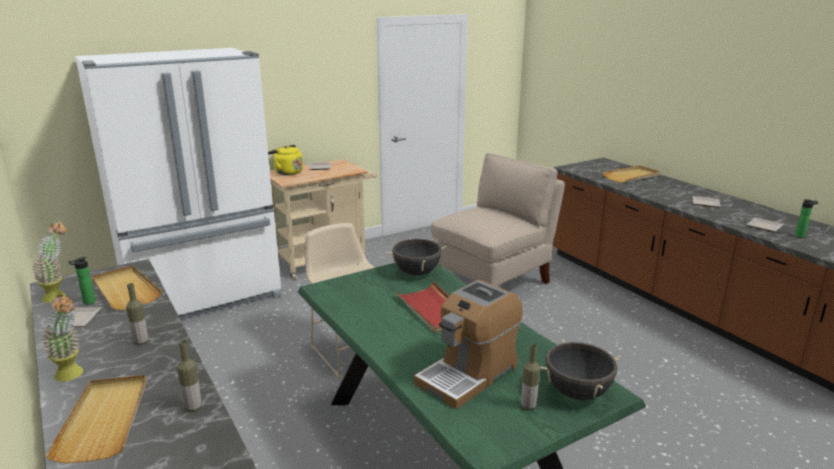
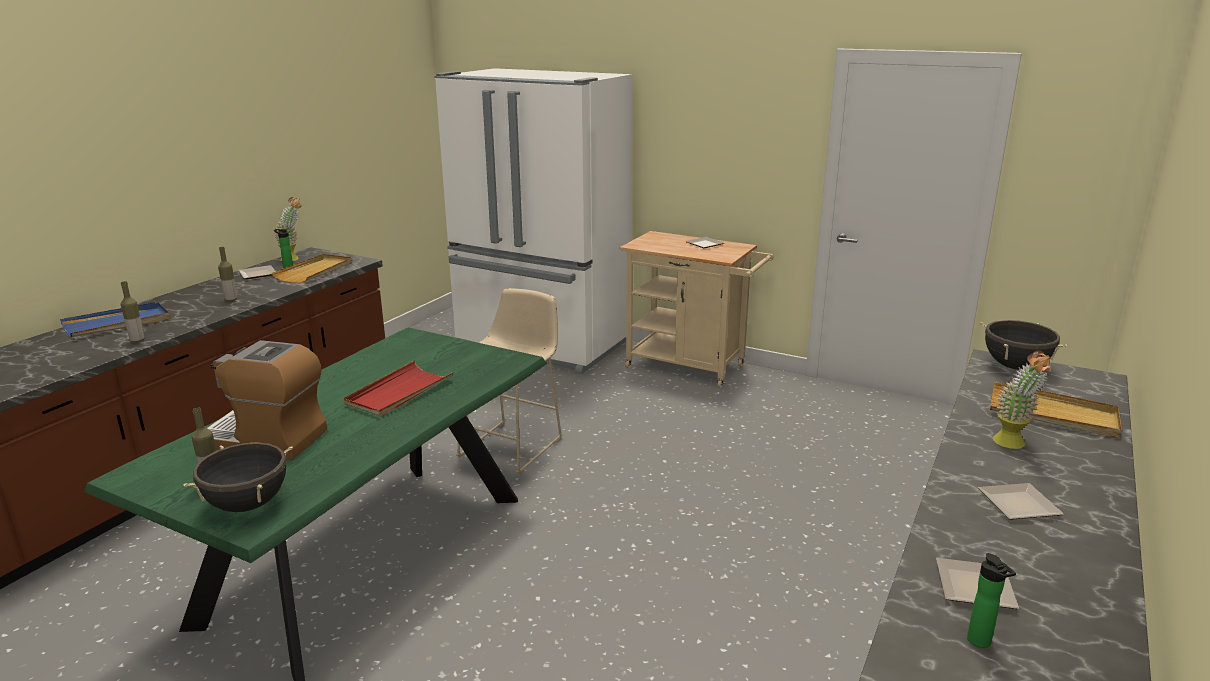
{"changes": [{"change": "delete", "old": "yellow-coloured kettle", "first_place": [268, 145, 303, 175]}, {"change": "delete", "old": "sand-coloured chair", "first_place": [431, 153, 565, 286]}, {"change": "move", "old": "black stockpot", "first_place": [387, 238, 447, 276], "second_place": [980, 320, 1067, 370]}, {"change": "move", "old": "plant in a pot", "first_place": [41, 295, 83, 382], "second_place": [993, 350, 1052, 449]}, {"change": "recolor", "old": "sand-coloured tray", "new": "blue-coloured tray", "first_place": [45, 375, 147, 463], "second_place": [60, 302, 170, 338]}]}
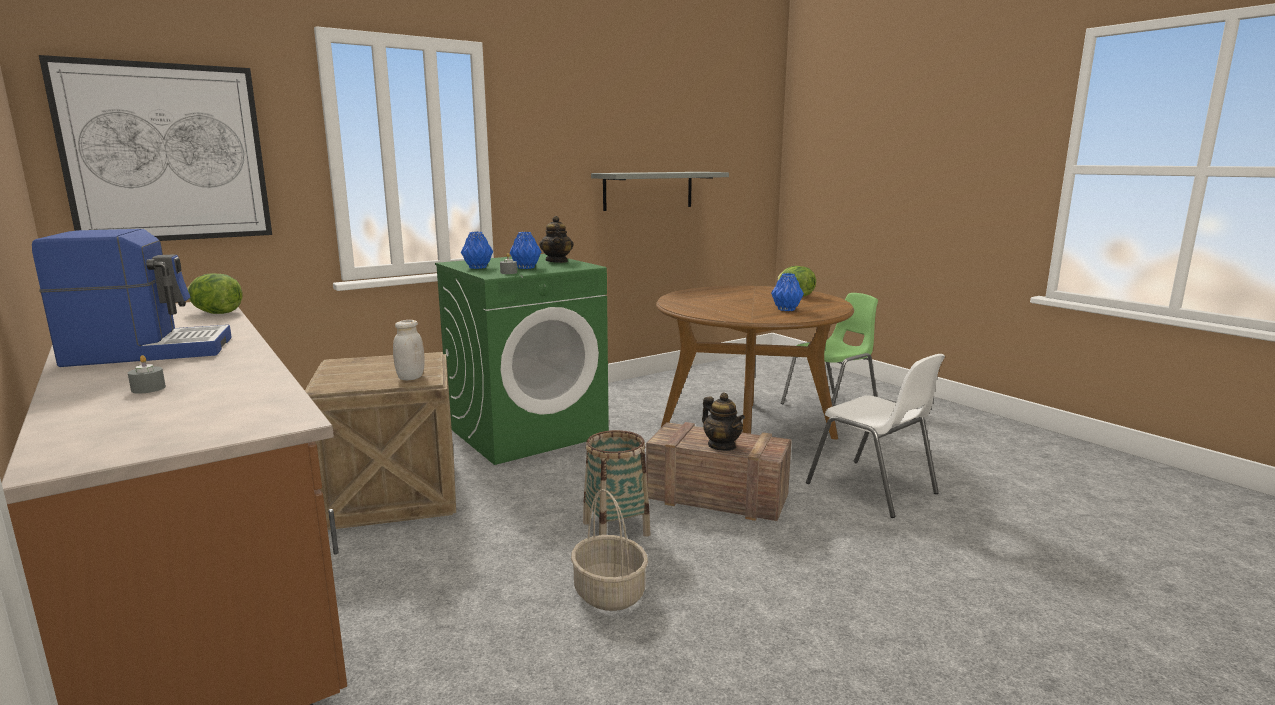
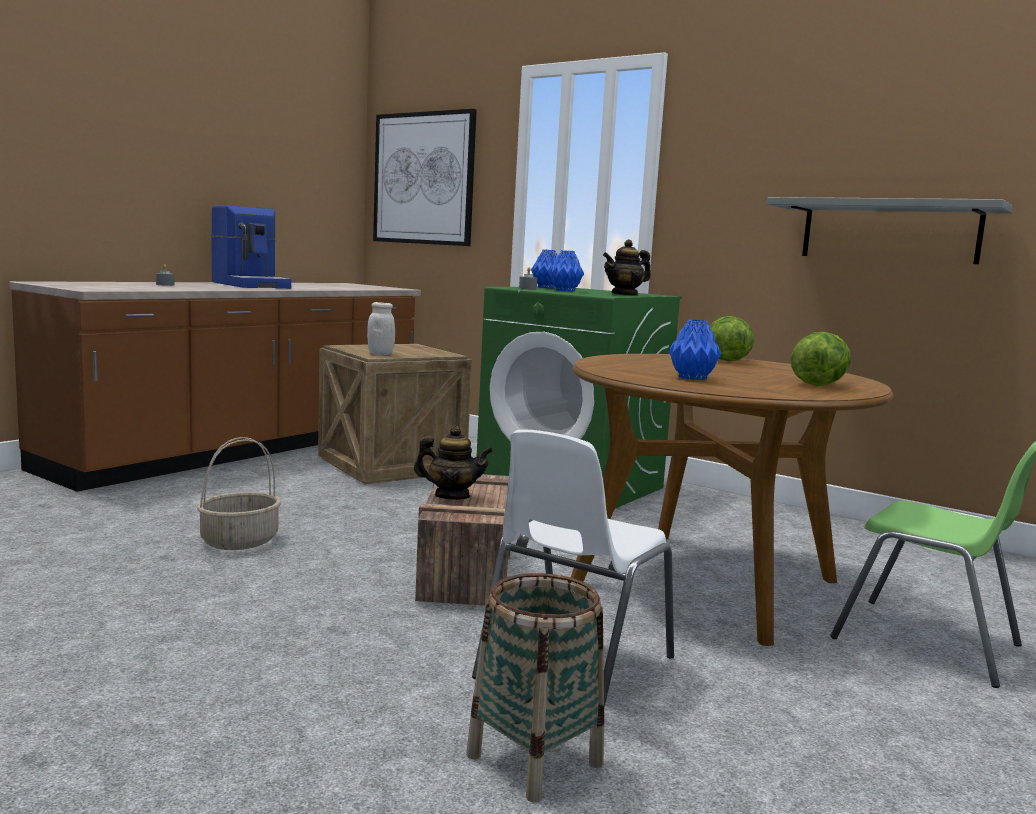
{"changes": [{"change": "move", "old": "lettuce", "first_place": [187, 273, 243, 314], "second_place": [710, 316, 754, 361]}, {"change": "rotate", "old": "pot for tea", "first_place": [702, 393, 745, 451], "second_place": [414, 426, 493, 500], "degrees": -120}, {"change": "move", "old": "basket", "first_place": [583, 430, 651, 537], "second_place": [466, 573, 604, 802]}]}
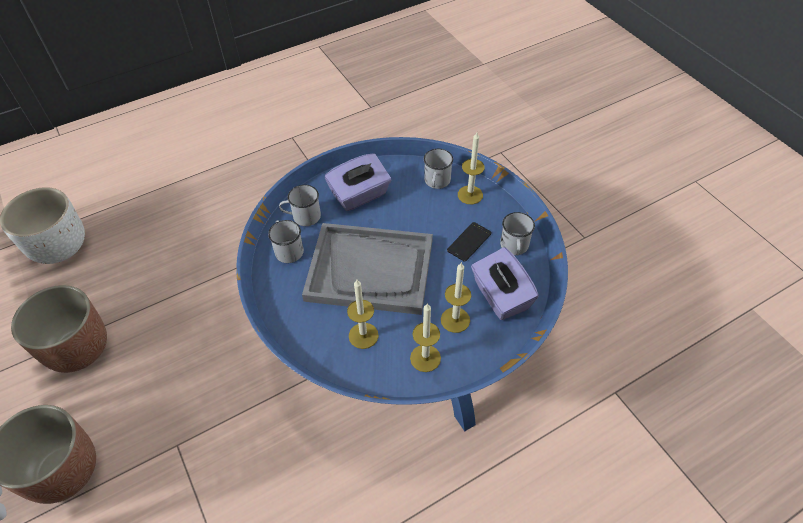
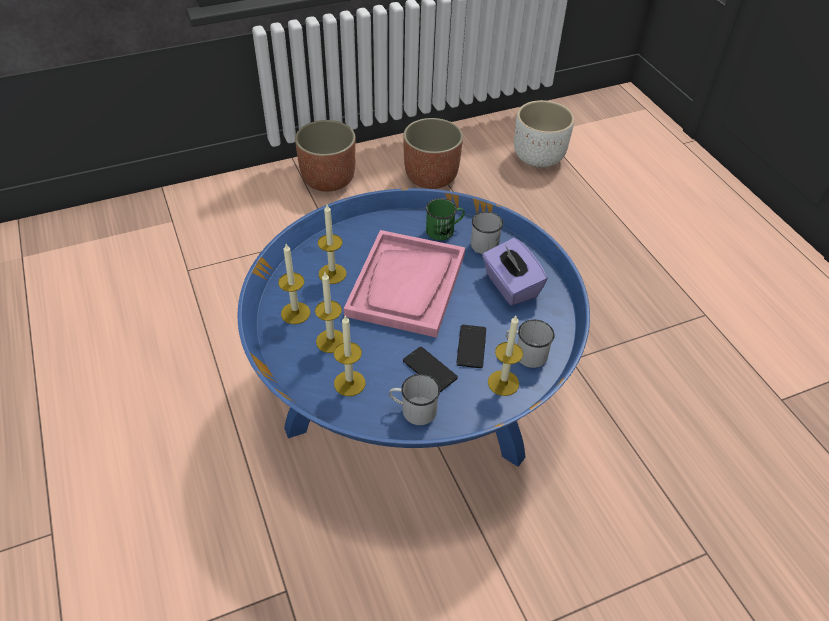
{"changes": [{"change": "recolor", "old": "white-coloured tea mug", "new": "green tea mug", "first_place": [268, 220, 304, 263], "second_place": [426, 198, 465, 240]}, {"change": "recolor", "old": "gray tray", "new": "pink-coloured tray", "first_place": [302, 223, 433, 315], "second_place": [344, 230, 465, 338]}, {"change": "replace", "old": "purple-coloured box of tissues", "new": "wax candle", "first_place": [471, 247, 539, 320], "second_place": [334, 315, 366, 396]}, {"change": "insert", "new": "telephone", "second_place": [456, 325, 486, 368]}]}
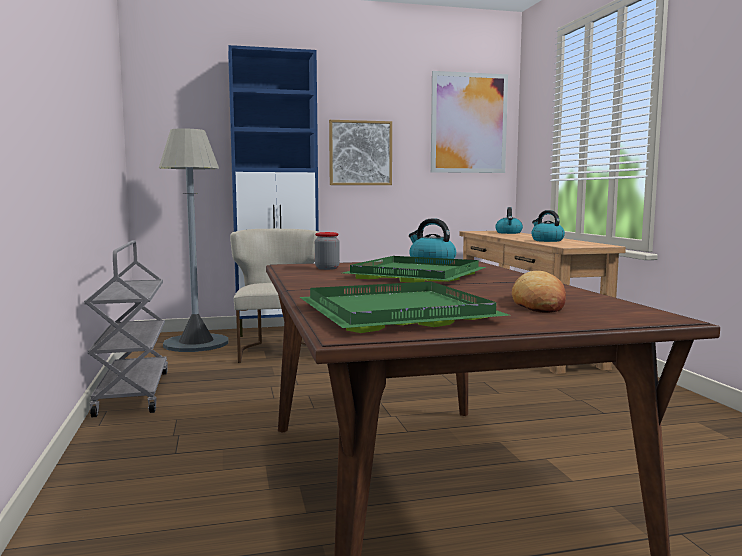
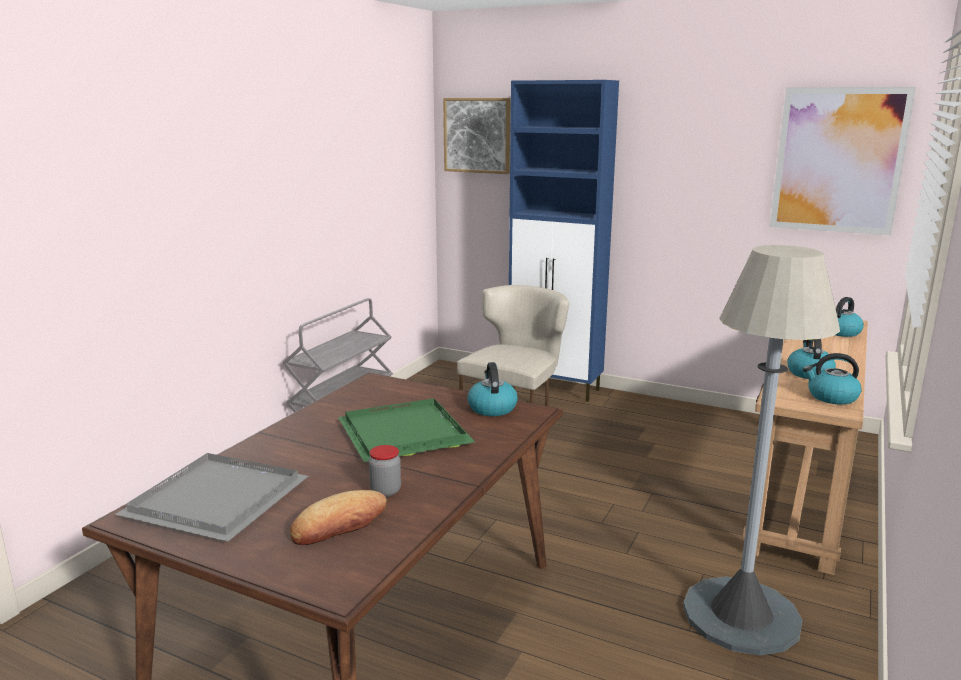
{"changes": [{"change": "move", "old": "picture", "first_place": [329, 120, 392, 185], "second_place": [443, 98, 511, 174]}, {"change": "move", "old": "gray floor lamp", "first_place": [159, 128, 228, 352], "second_place": [683, 245, 840, 656]}, {"change": "move", "old": "preserve jar", "first_place": [315, 232, 340, 270], "second_place": [369, 445, 401, 497]}, {"change": "recolor", "old": "green tray", "new": "gray tray", "first_place": [300, 282, 510, 333], "second_place": [115, 453, 308, 541]}, {"change": "insert", "new": "kettle", "second_place": [803, 353, 861, 405]}]}
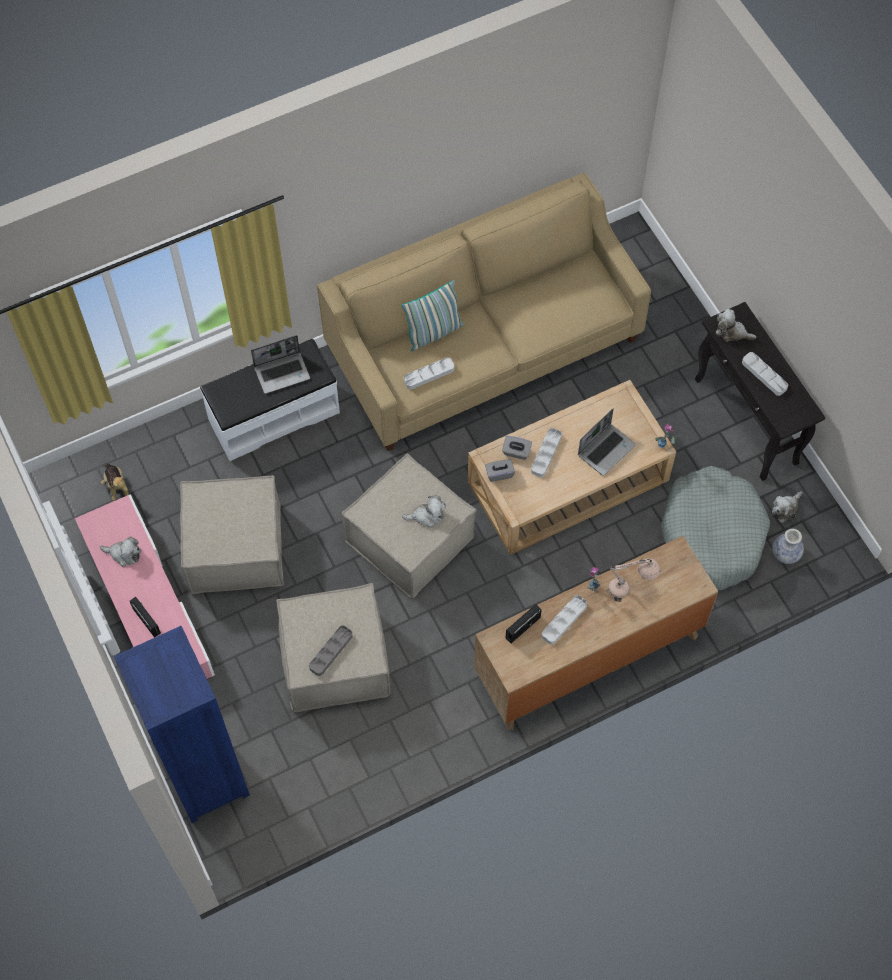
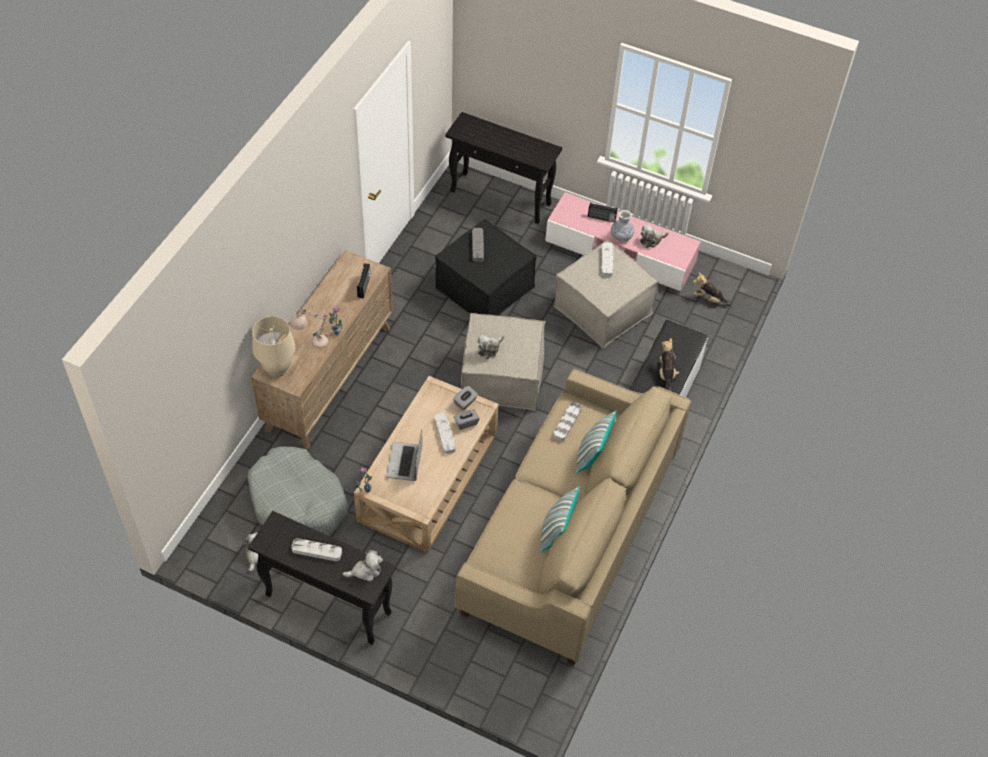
{"changes": [{"change": "replace", "old": "portable computer", "new": "plush toy", "first_place": [251, 335, 310, 394], "second_place": [659, 338, 679, 391]}, {"change": "move", "old": "flower vase", "first_place": [772, 529, 804, 564], "second_place": [611, 210, 634, 241]}, {"change": "recolor", "old": "sand-coloured ottoman", "new": "black ottoman", "first_place": [276, 583, 390, 712], "second_place": [435, 219, 537, 316]}, {"change": "move", "old": "gray tray", "first_place": [542, 595, 587, 645], "second_place": [601, 242, 613, 277]}, {"change": "replace", "old": "blue-coloured bookshelf", "new": "black console table", "first_place": [114, 626, 250, 823], "second_place": [445, 112, 562, 224]}, {"change": "insert", "new": "sand-coloured lamp for a table", "second_place": [252, 316, 295, 377]}, {"change": "insert", "new": "cushion", "second_place": [540, 486, 580, 553]}]}
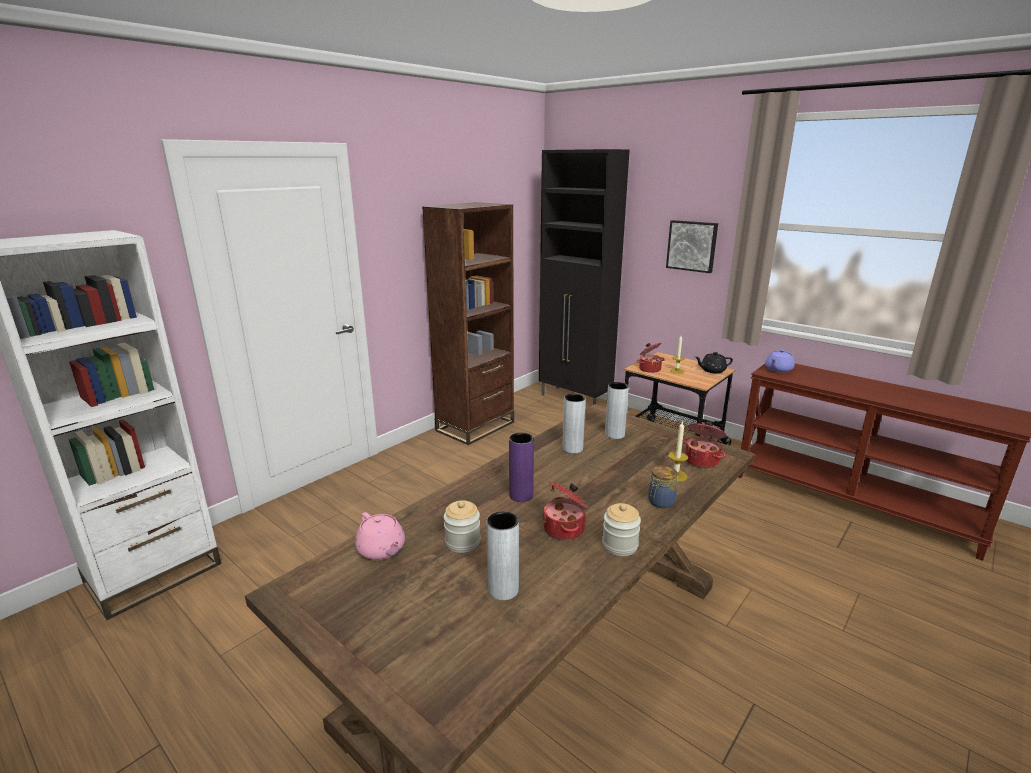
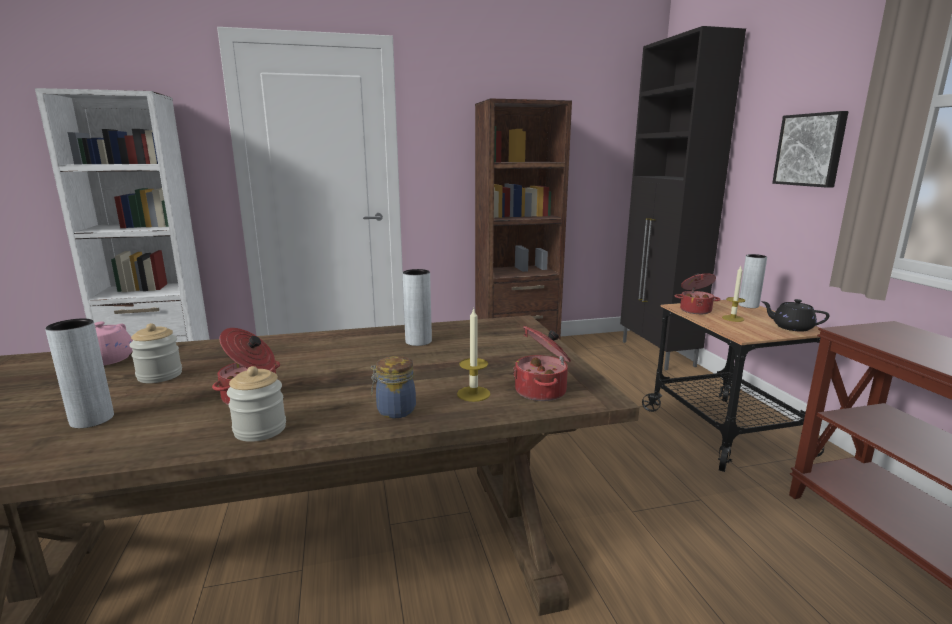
{"changes": [{"change": "delete", "old": "purple-coloured pot for tea", "first_place": [765, 349, 795, 373]}, {"change": "move", "old": "gray flower vase", "first_place": [605, 382, 629, 439], "second_place": [739, 254, 767, 308]}, {"change": "delete", "old": "purple-coloured flower vase", "first_place": [509, 433, 534, 502]}]}
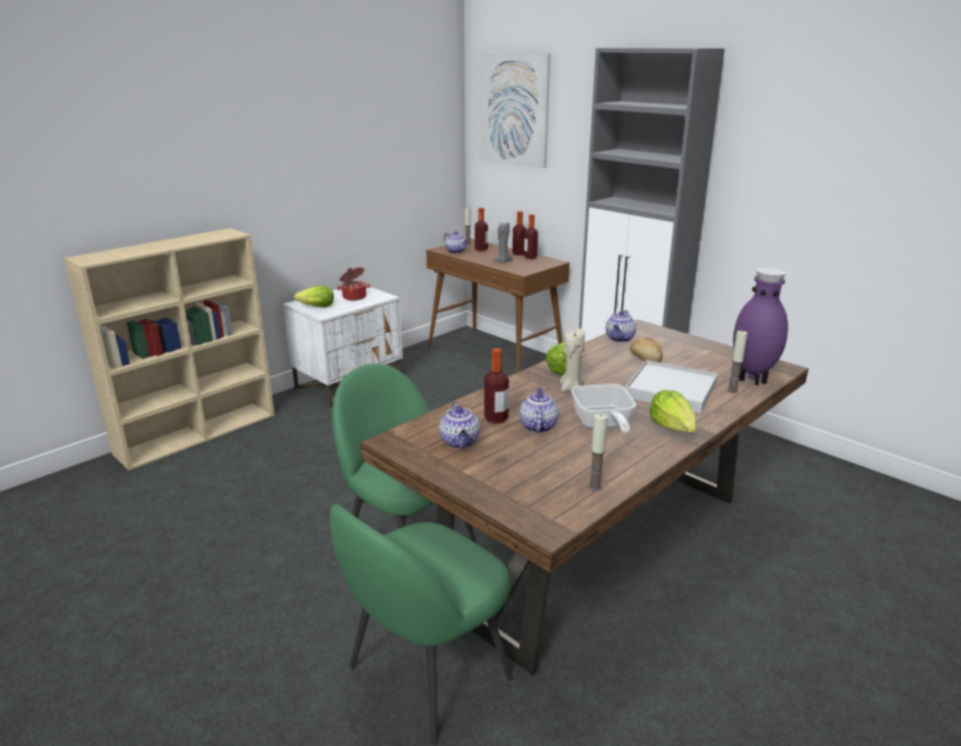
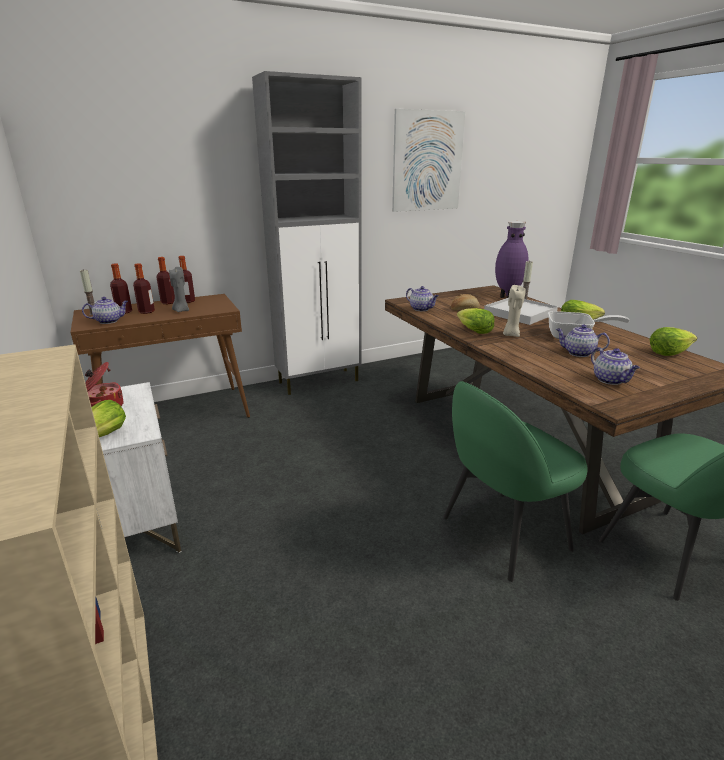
{"changes": [{"change": "move", "old": "picture", "first_place": [480, 53, 550, 168], "second_place": [392, 109, 465, 212]}, {"change": "move", "old": "beverage bottle", "first_place": [484, 348, 509, 424], "second_place": [133, 263, 155, 314]}, {"change": "rotate", "old": "pot for tea", "first_place": [439, 402, 480, 449], "second_place": [591, 347, 640, 385], "degrees": 60}, {"change": "replace", "old": "wax candle", "new": "lettuce", "first_place": [588, 413, 608, 491], "second_place": [650, 327, 697, 356]}]}
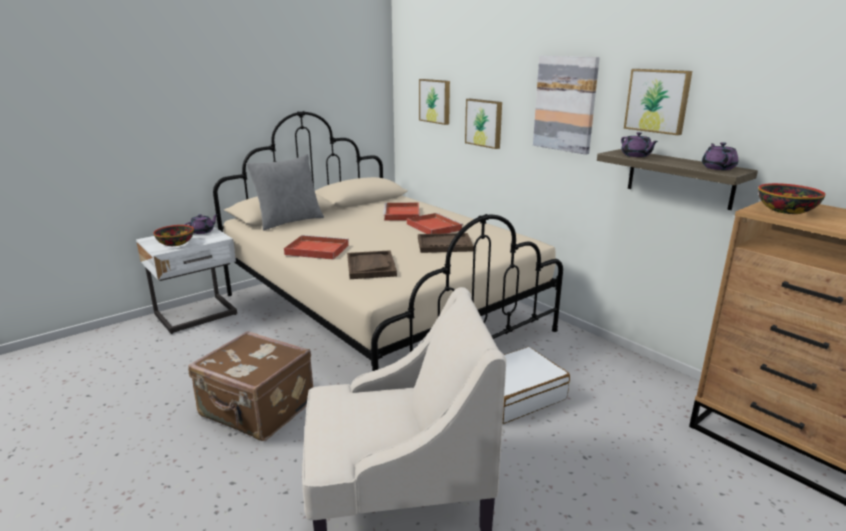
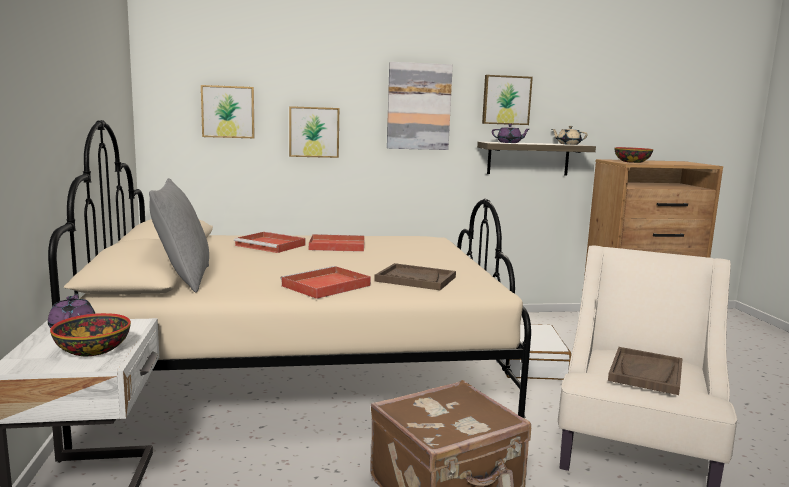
{"changes": [{"change": "recolor", "old": "purple-coloured pot for tea", "new": "sand-coloured pot for tea", "first_place": [702, 142, 738, 170], "second_place": [552, 126, 587, 145]}, {"change": "move", "old": "brownish tray", "first_place": [418, 233, 474, 253], "second_place": [608, 347, 683, 395]}]}
